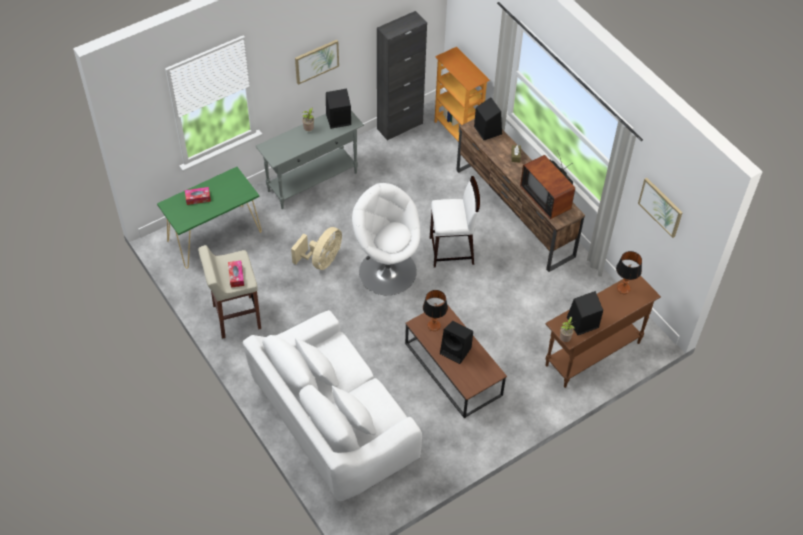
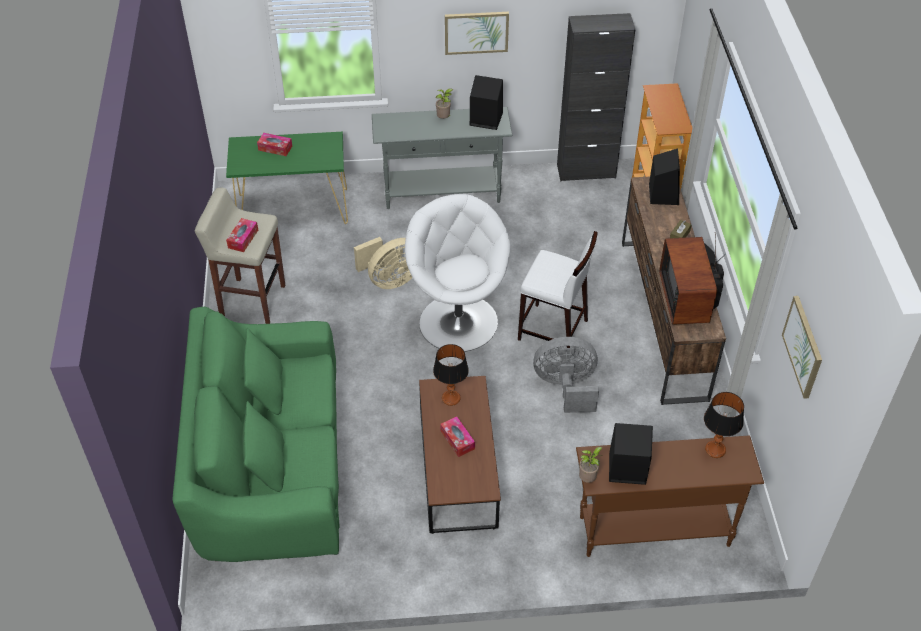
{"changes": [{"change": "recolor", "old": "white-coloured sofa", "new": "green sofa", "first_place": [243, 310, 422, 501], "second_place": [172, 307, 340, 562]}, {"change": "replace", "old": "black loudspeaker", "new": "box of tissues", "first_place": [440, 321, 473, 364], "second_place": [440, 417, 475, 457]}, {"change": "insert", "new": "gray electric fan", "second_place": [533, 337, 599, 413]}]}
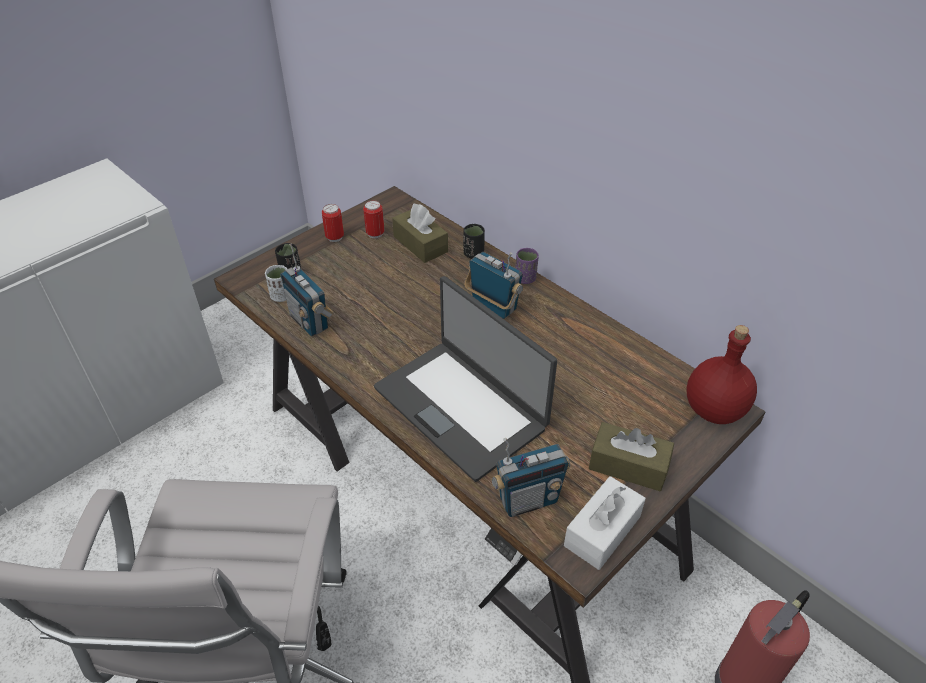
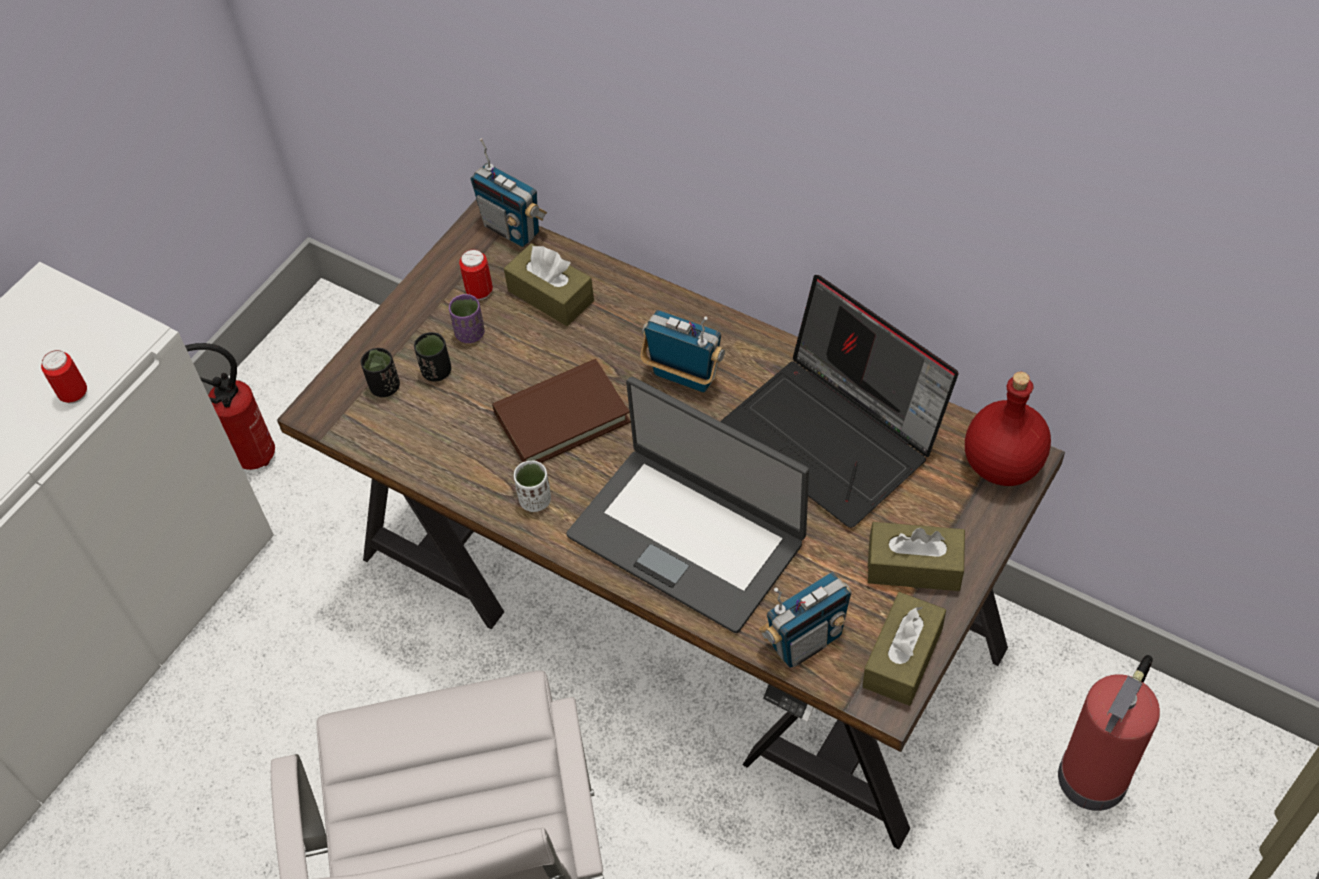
{"changes": [{"change": "move", "old": "metal can", "first_place": [322, 204, 344, 242], "second_place": [41, 350, 87, 404]}, {"change": "move", "old": "black cup", "first_place": [463, 224, 485, 259], "second_place": [414, 332, 451, 382]}, {"change": "move", "old": "radio set", "first_place": [280, 243, 334, 337], "second_place": [470, 138, 547, 247]}, {"change": "move", "old": "purple-coloured cup", "first_place": [515, 248, 539, 284], "second_place": [449, 294, 484, 343]}, {"change": "move", "old": "white-coloured cup", "first_place": [265, 265, 287, 302], "second_place": [514, 460, 551, 512]}, {"change": "recolor", "old": "white-coloured box of tissues", "new": "brownish box of tissues", "first_place": [564, 476, 646, 570], "second_place": [863, 592, 946, 706]}, {"change": "insert", "new": "portable computer", "second_place": [720, 275, 959, 528]}, {"change": "insert", "new": "fire-fighting cylinder", "second_place": [185, 343, 275, 470]}, {"change": "insert", "new": "brownish volume", "second_place": [492, 359, 631, 463]}]}
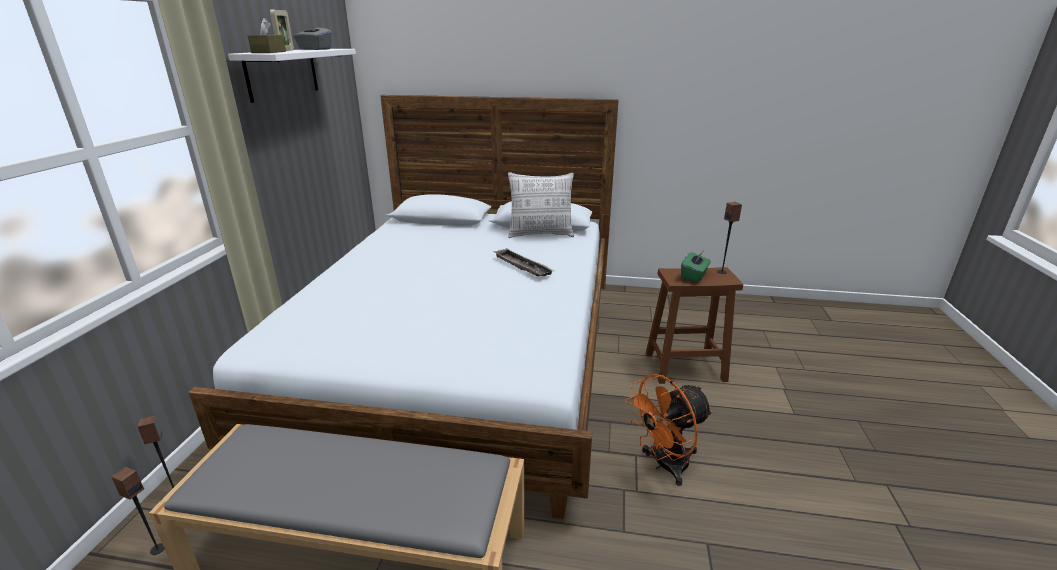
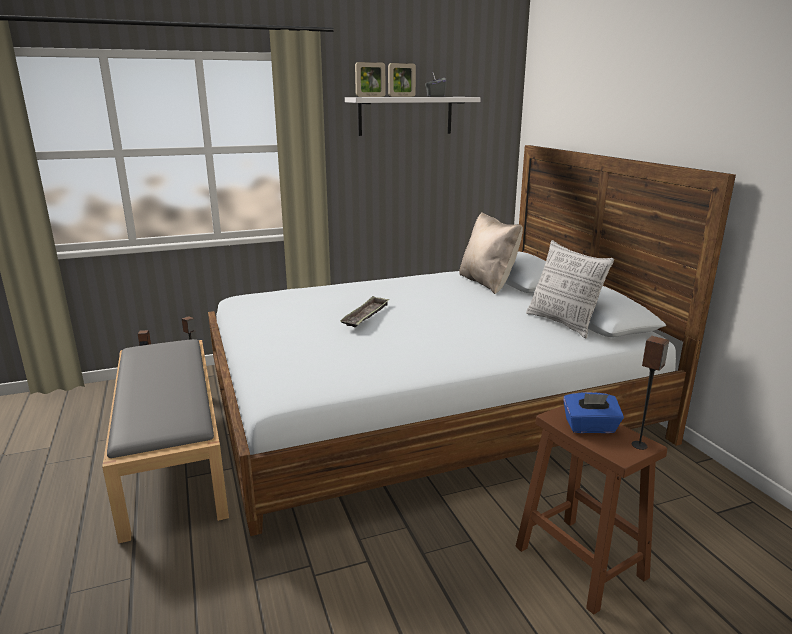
{"changes": [{"change": "replace", "old": "brownish box of tissues", "new": "picture frame", "first_place": [247, 18, 286, 53], "second_place": [355, 62, 385, 97]}, {"change": "move", "old": "tray", "first_place": [493, 248, 555, 276], "second_place": [340, 296, 389, 328]}, {"change": "recolor", "old": "green box of tissues", "new": "blue-coloured box of tissues", "first_place": [681, 252, 711, 283], "second_place": [563, 392, 624, 433]}, {"change": "delete", "old": "orange electric fan", "first_place": [625, 374, 713, 486]}, {"change": "insert", "new": "sand-coloured cushion", "second_place": [459, 212, 523, 294]}]}
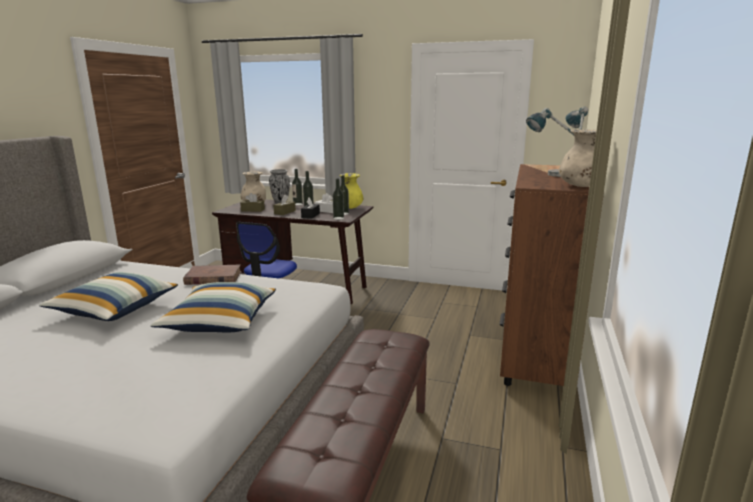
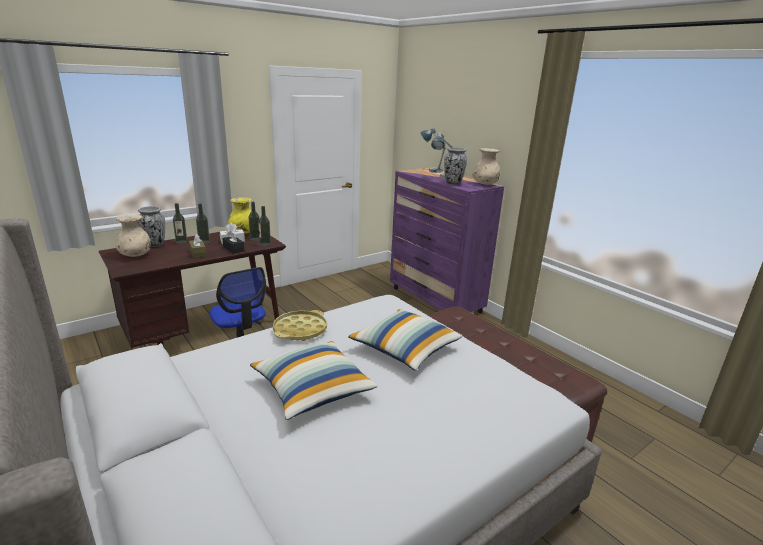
{"changes": [{"change": "recolor", "old": "brownish dresser", "new": "purple-coloured dresser", "first_place": [499, 164, 604, 386], "second_place": [390, 168, 504, 313]}, {"change": "delete", "old": "brownish box of tissues", "first_place": [240, 193, 265, 212]}, {"change": "replace", "old": "brownish volume", "new": "yellow-coloured tray", "first_place": [183, 264, 241, 285], "second_place": [273, 310, 327, 341]}, {"change": "insert", "new": "flower vase", "second_place": [444, 147, 467, 185]}]}
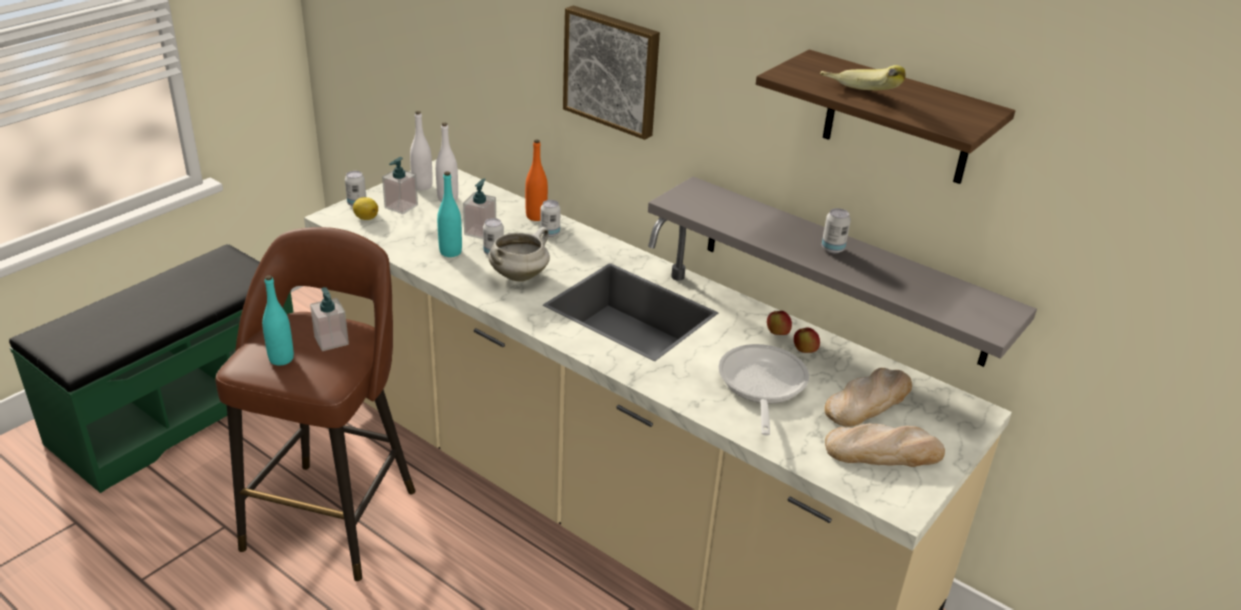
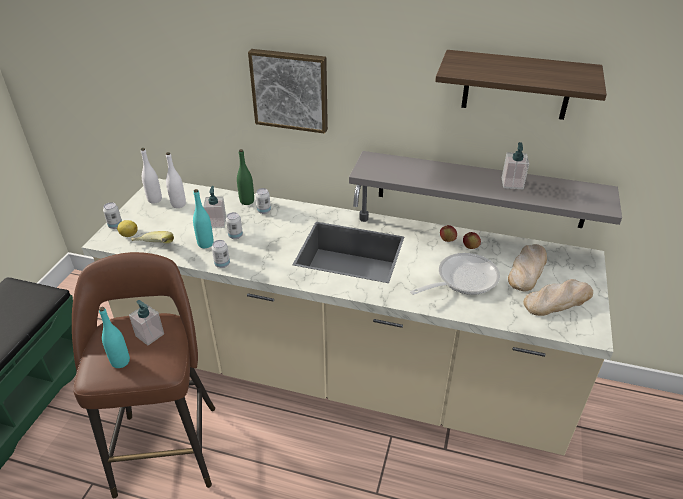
{"changes": [{"change": "move", "old": "banana", "first_place": [820, 65, 905, 90], "second_place": [131, 231, 174, 244]}, {"change": "recolor", "old": "orange beverage bottle", "new": "green beverage bottle", "first_place": [525, 139, 548, 221], "second_place": [237, 149, 254, 205]}, {"change": "move", "old": "soap bottle", "first_place": [382, 157, 418, 214], "second_place": [502, 142, 529, 189]}, {"change": "move", "old": "metal can", "first_place": [822, 208, 851, 253], "second_place": [212, 240, 230, 268]}, {"change": "delete", "old": "white-coloured stockpot", "first_place": [488, 227, 550, 282]}, {"change": "rotate", "old": "pan", "first_place": [718, 344, 809, 436], "second_place": [410, 253, 500, 295], "degrees": 75}]}
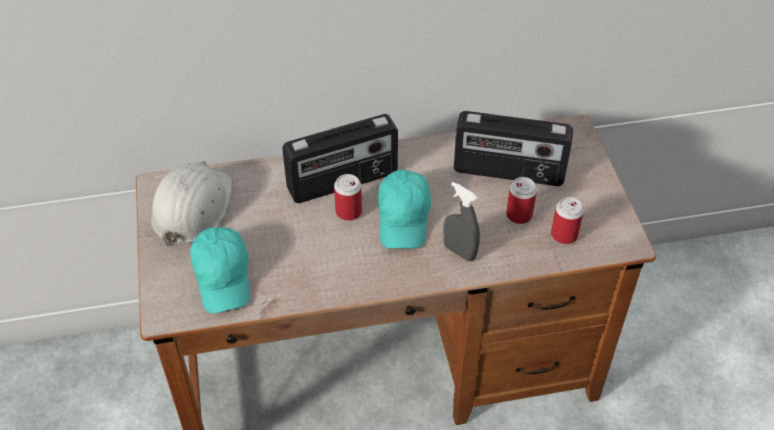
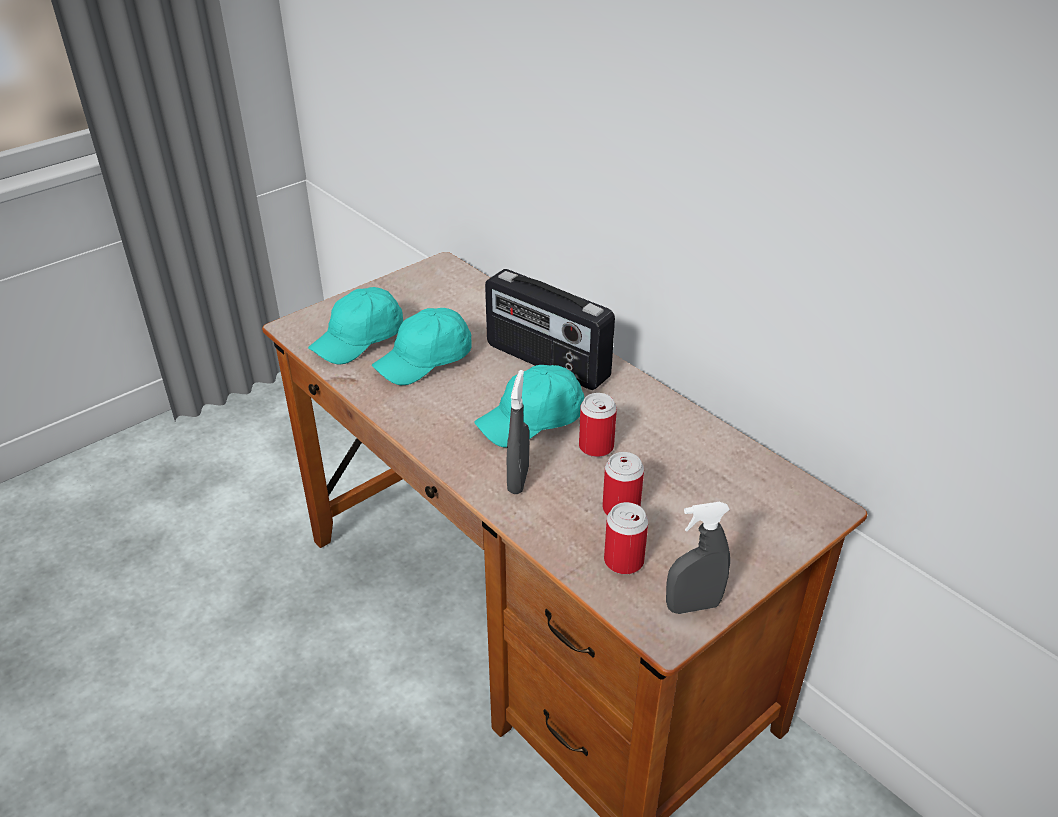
{"changes": [{"change": "delete", "old": "radio set", "first_place": [454, 111, 573, 186]}, {"change": "delete", "old": "white-coloured hard hat", "first_place": [151, 161, 233, 247]}, {"change": "move", "old": "metal can", "first_place": [334, 174, 362, 221], "second_place": [579, 393, 617, 457]}, {"change": "insert", "new": "turquoise-coloured peaked cap", "second_place": [372, 308, 472, 385]}, {"change": "insert", "new": "gray spray bottle", "second_place": [666, 502, 730, 614]}]}
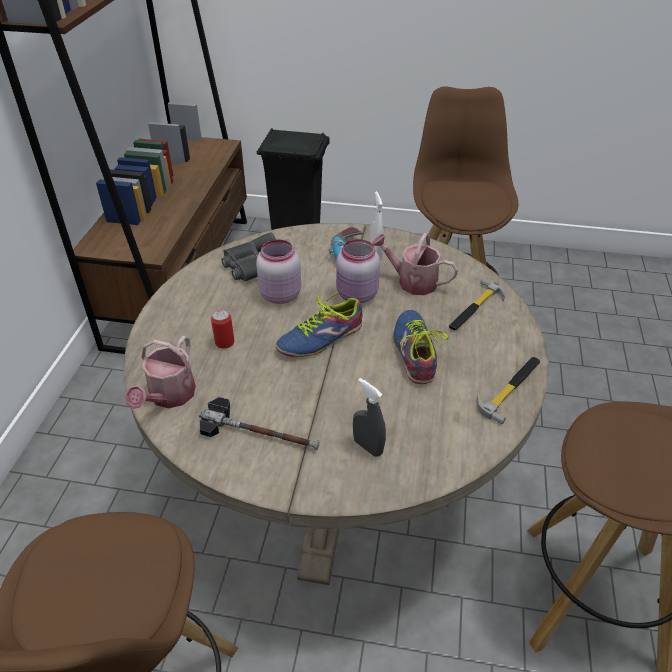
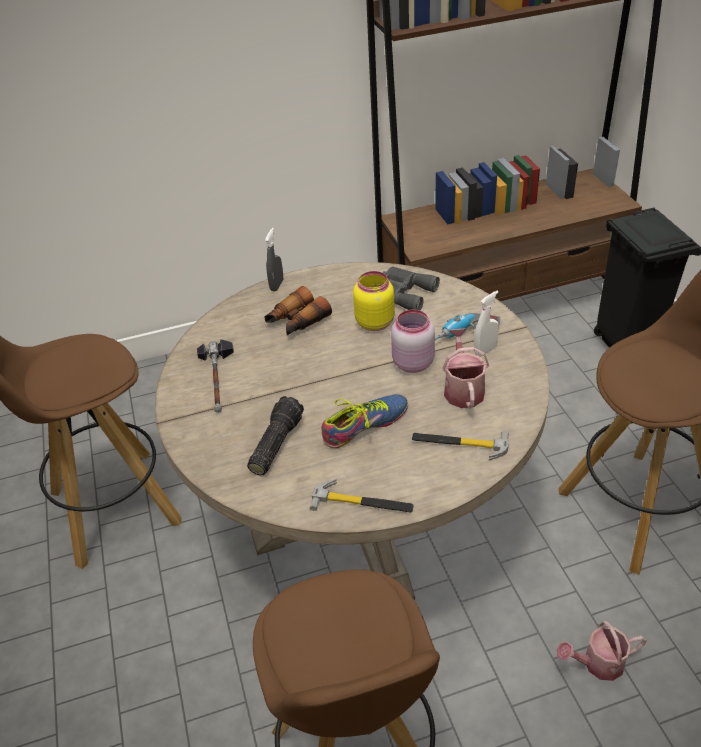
{"changes": [{"change": "recolor", "old": "pink-coloured preserve jar", "new": "yellow-coloured preserve jar", "first_place": [256, 239, 301, 304], "second_place": [353, 271, 395, 331]}, {"change": "delete", "old": "shoe", "first_place": [276, 289, 363, 357]}, {"change": "replace", "old": "metal can", "new": "field glasses", "first_place": [211, 309, 234, 348], "second_place": [264, 286, 332, 335]}, {"change": "move", "old": "watering can", "first_place": [125, 336, 196, 409], "second_place": [557, 621, 647, 681]}, {"change": "move", "old": "gray spray bottle", "first_place": [353, 378, 386, 457], "second_place": [265, 228, 283, 291]}, {"change": "insert", "new": "flashlight", "second_place": [247, 396, 304, 475]}]}
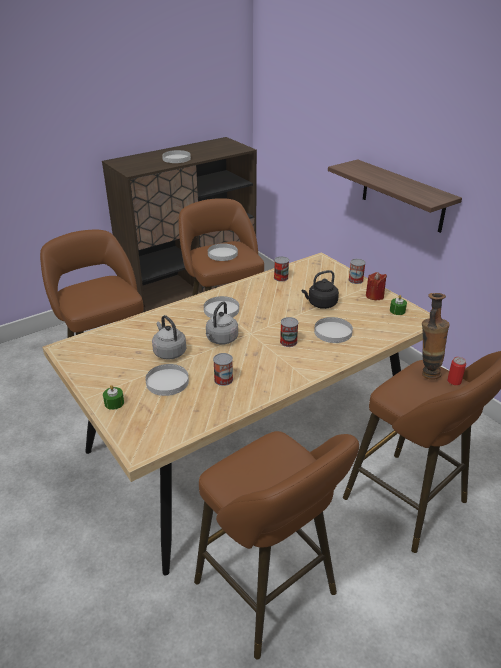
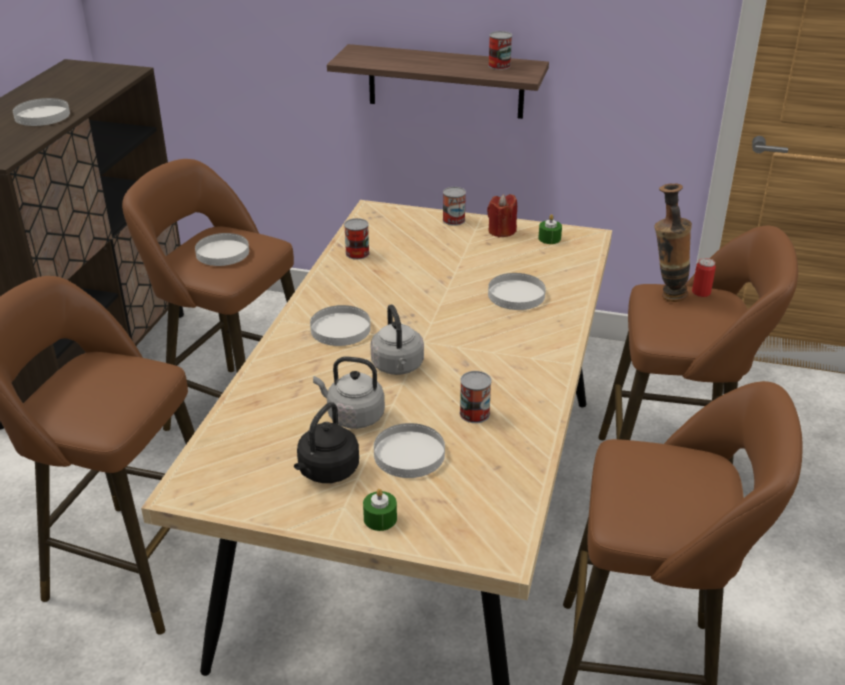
{"changes": [{"change": "move", "old": "black kettle", "first_place": [301, 270, 339, 309], "second_place": [294, 402, 359, 483]}, {"change": "move", "old": "metal can", "first_place": [280, 317, 298, 347], "second_place": [488, 31, 512, 70]}]}
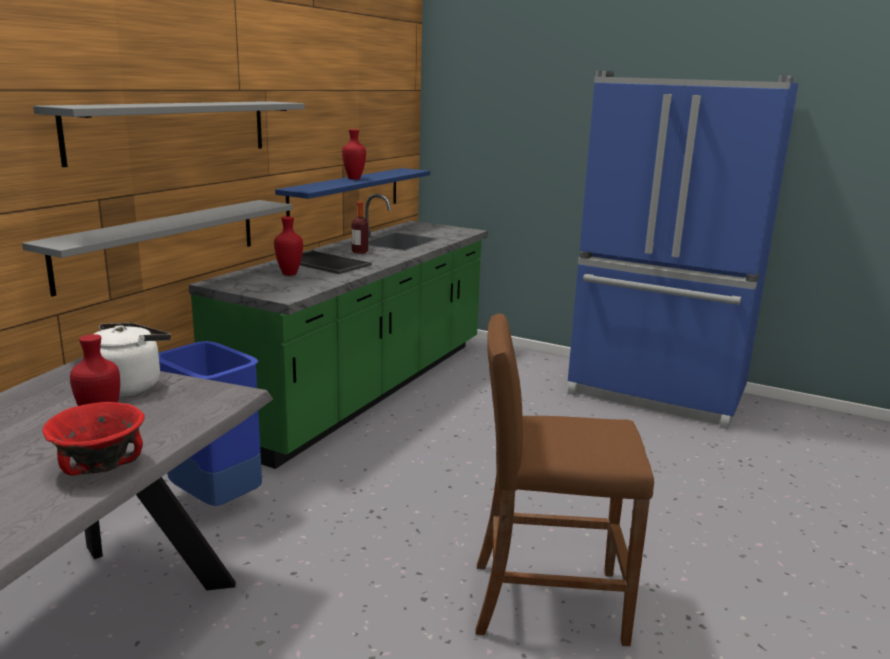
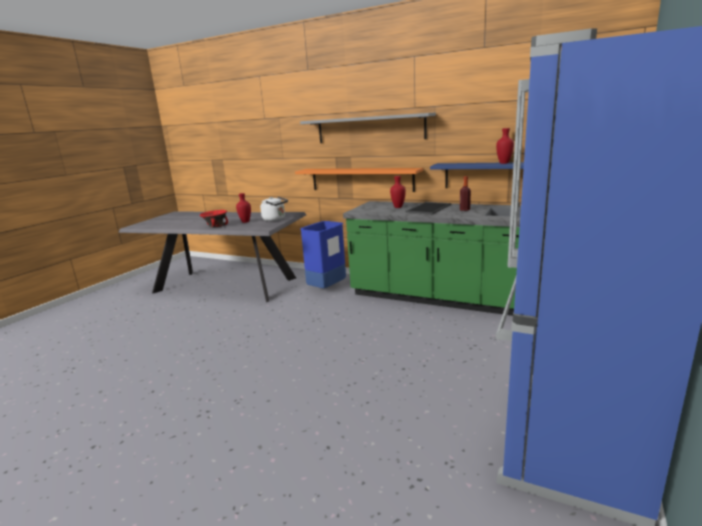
{"changes": [{"change": "recolor", "old": "gray shelf", "new": "orange shelf", "first_place": [22, 200, 293, 297], "second_place": [295, 168, 423, 192]}, {"change": "delete", "old": "brownish stool seat", "first_place": [475, 314, 654, 646]}]}
